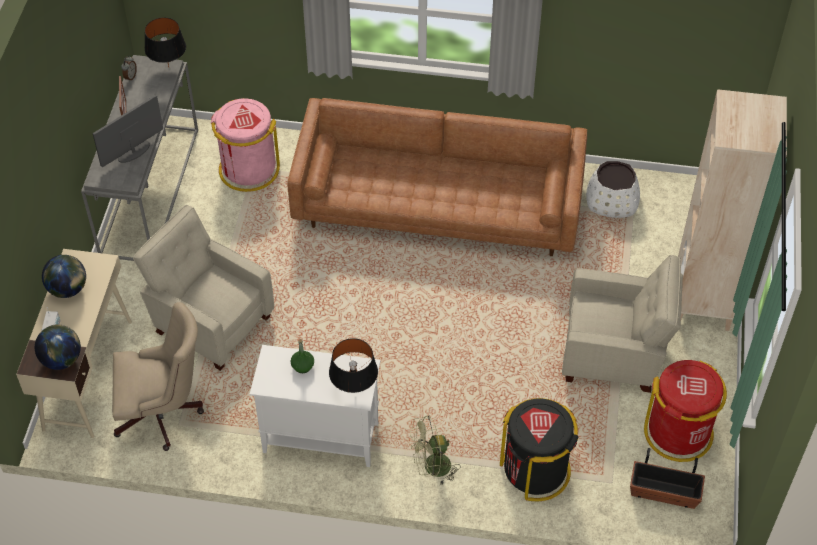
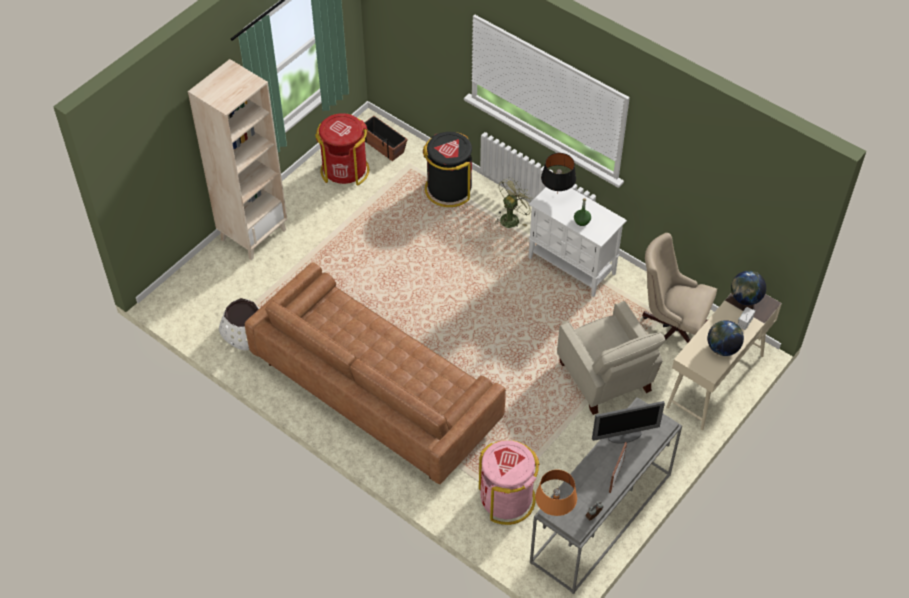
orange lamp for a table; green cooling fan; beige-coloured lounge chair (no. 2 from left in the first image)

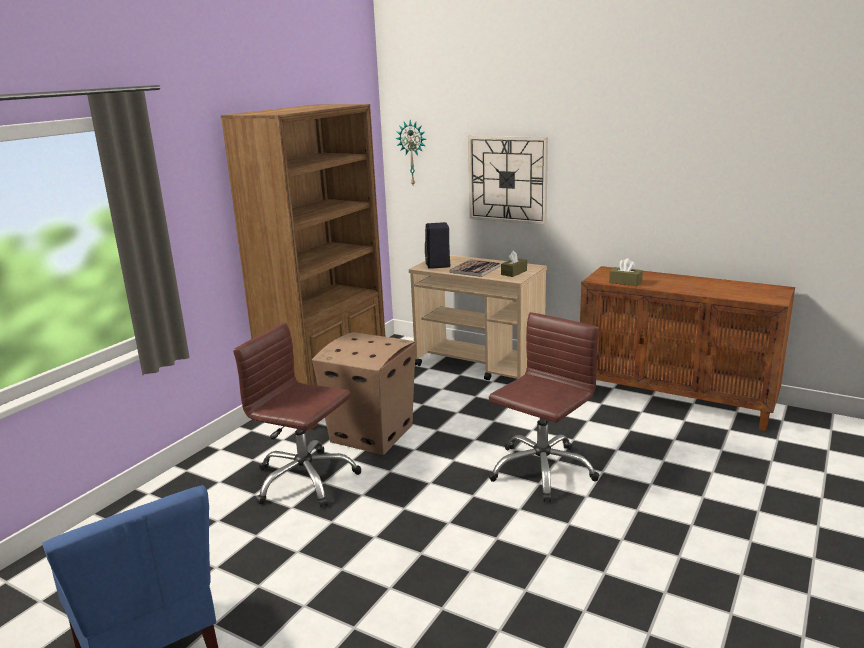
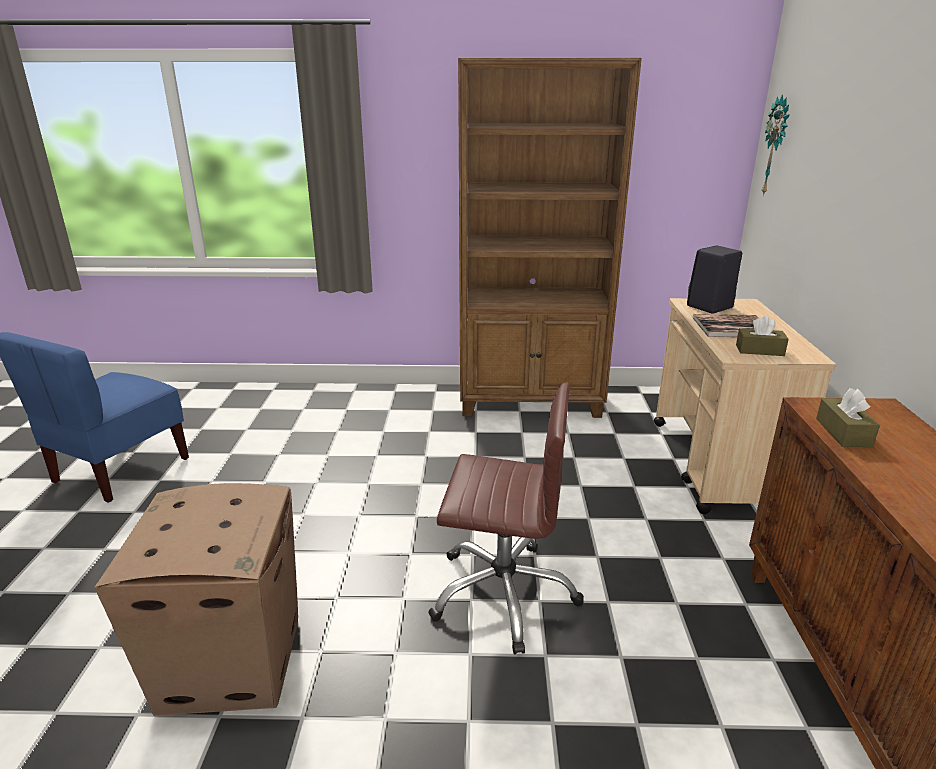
brown computer chair (no. 1 from left in the first image); cardboard box; wall clock (no. 2 from left in the first image)

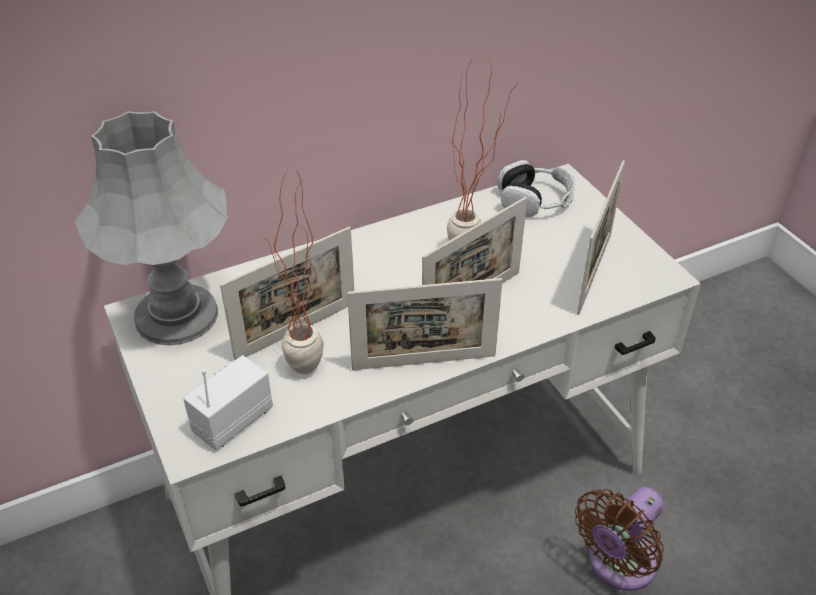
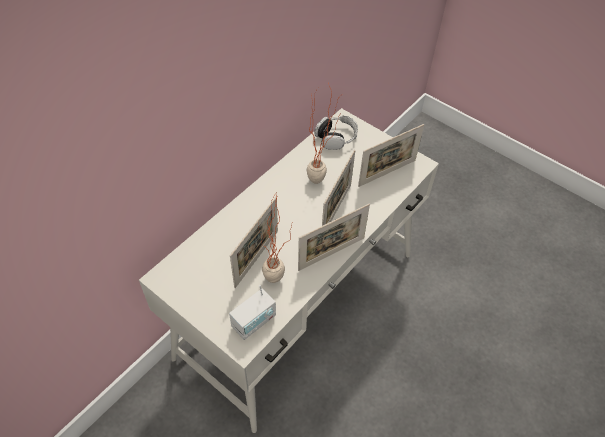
grey lamp for a table; radio receiver; brown cooling fan; picture frame (no. 4 from left)

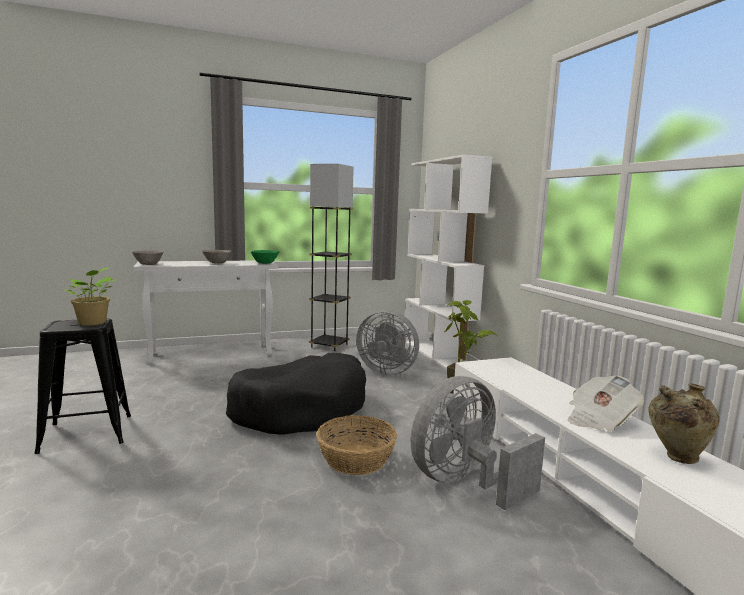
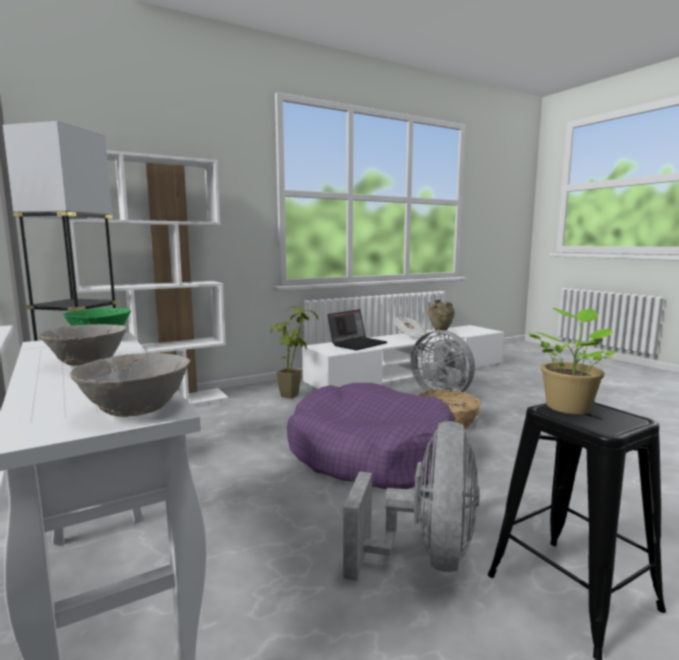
purple dog cushion; grey cooling fan (no. 1 from left); notebook computer

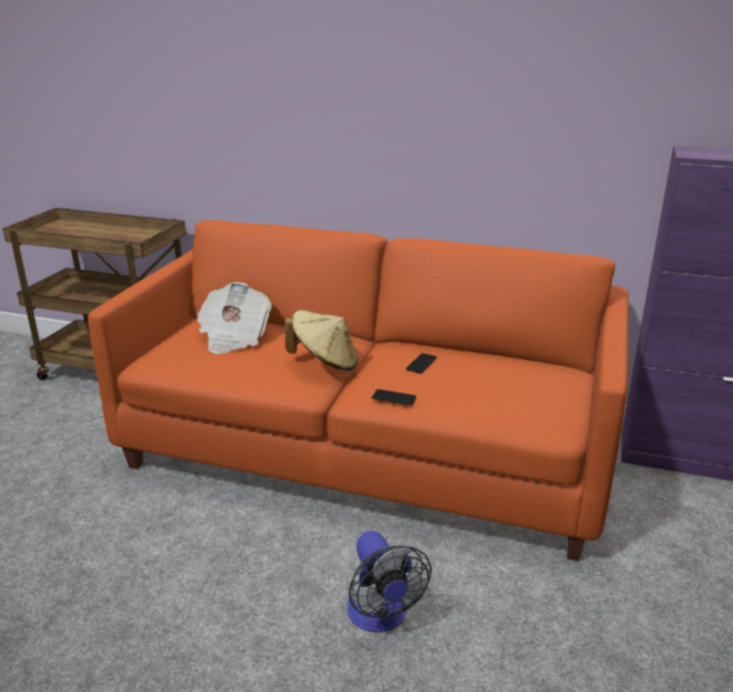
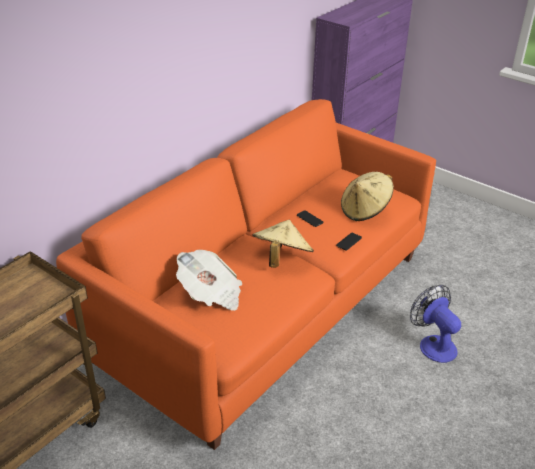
cooling fan; beige-coloured hat (no. 2 from left)

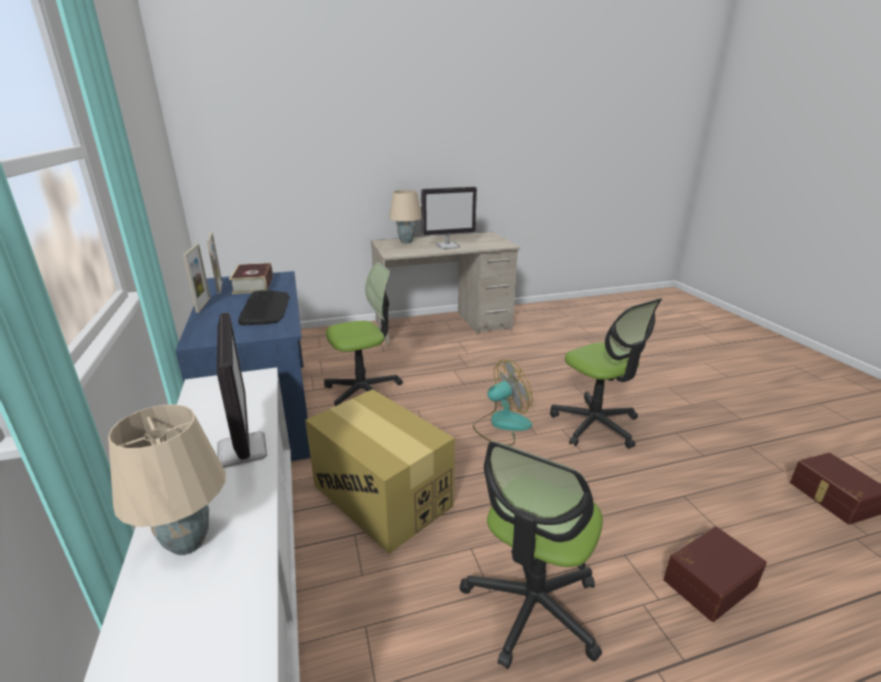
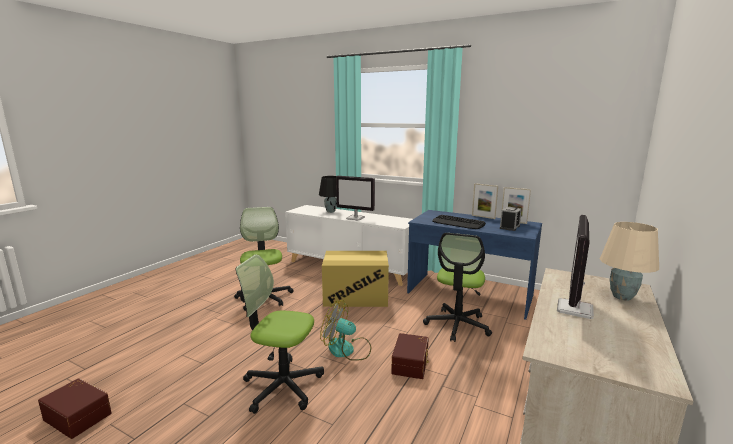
blackish lamp for a table; alarm clock; cooling fan; brown storage bin (no. 2 from left)

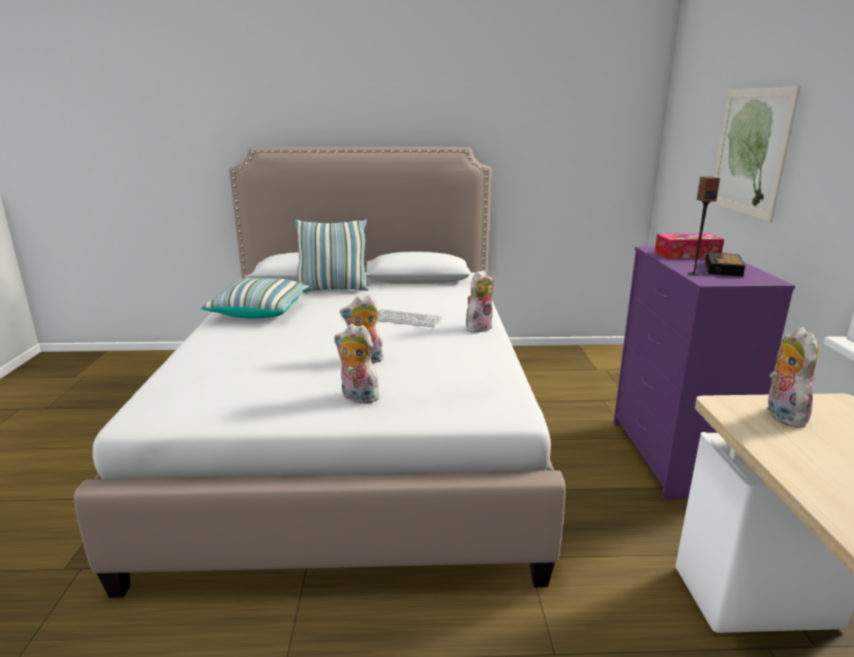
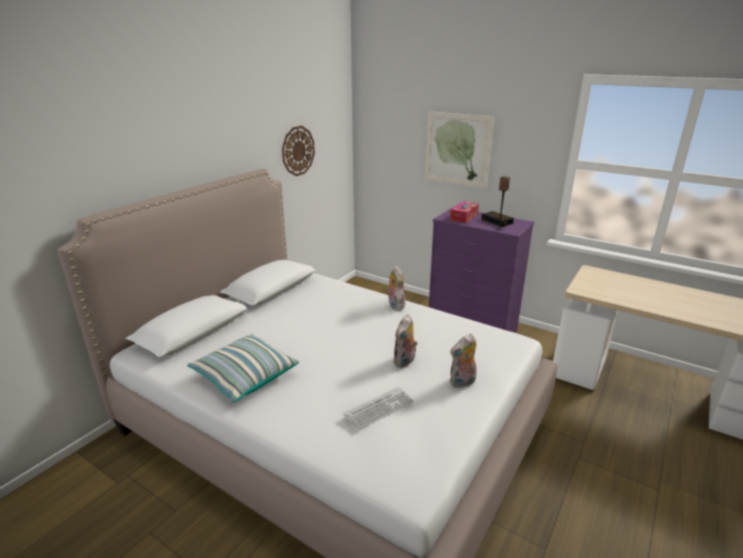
cushion (no. 2 from left in the first image); keyboard; cuddly toy (no. 4 from left in the first image); wall clock

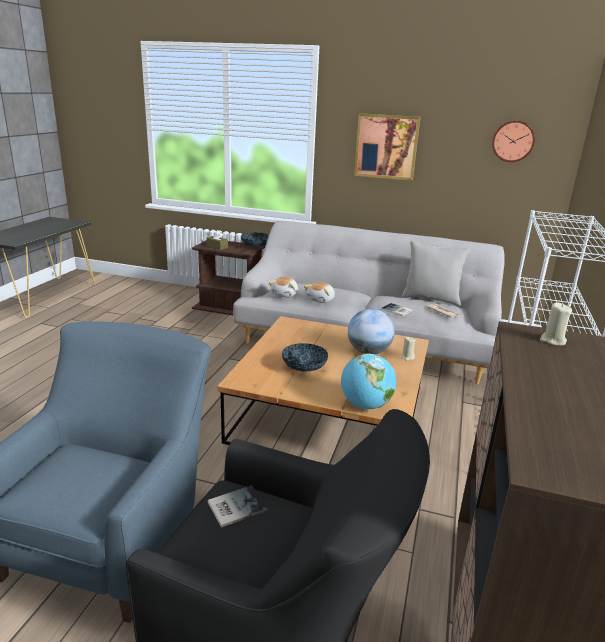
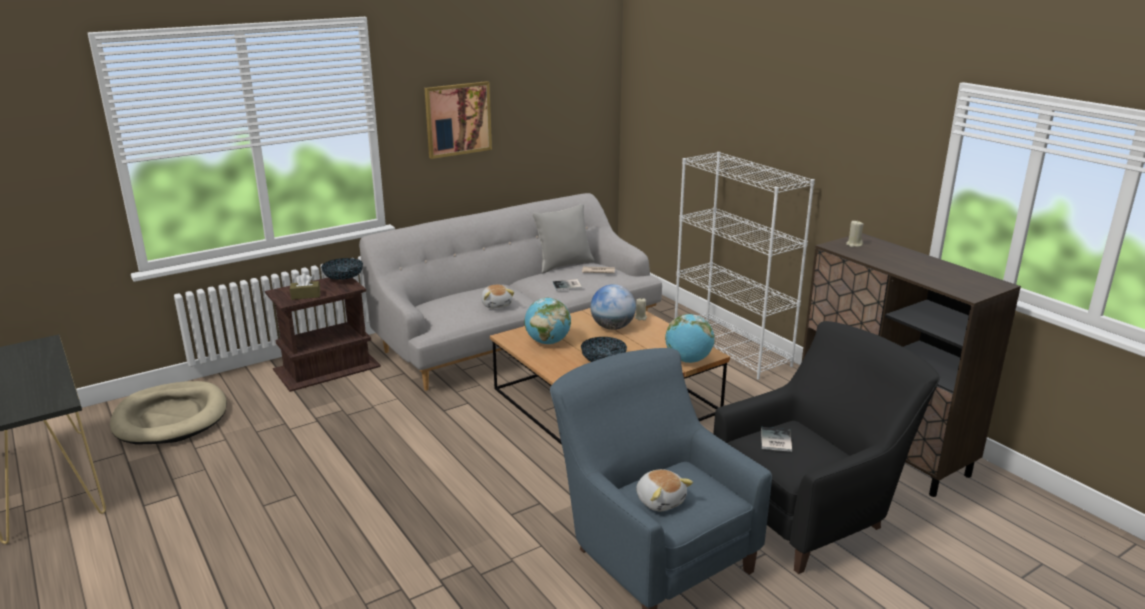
cuddly toy (no. 2 from left); wall clock; beige-coloured dog cushion; desk globe (no. 1 from left)

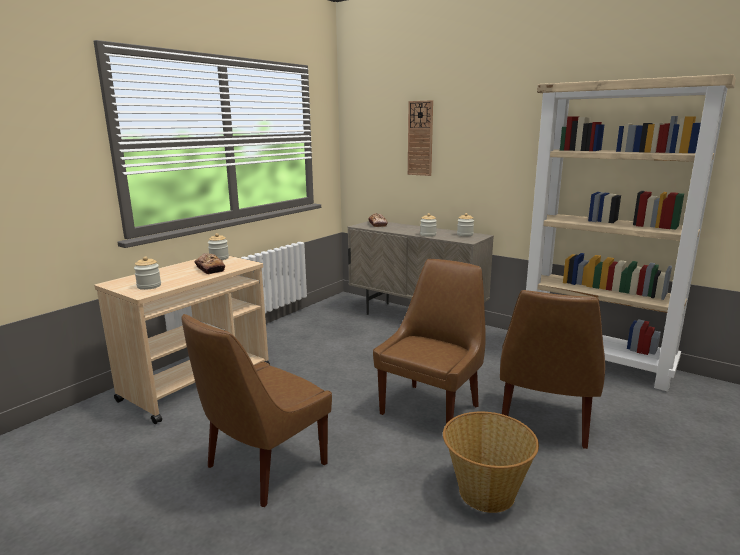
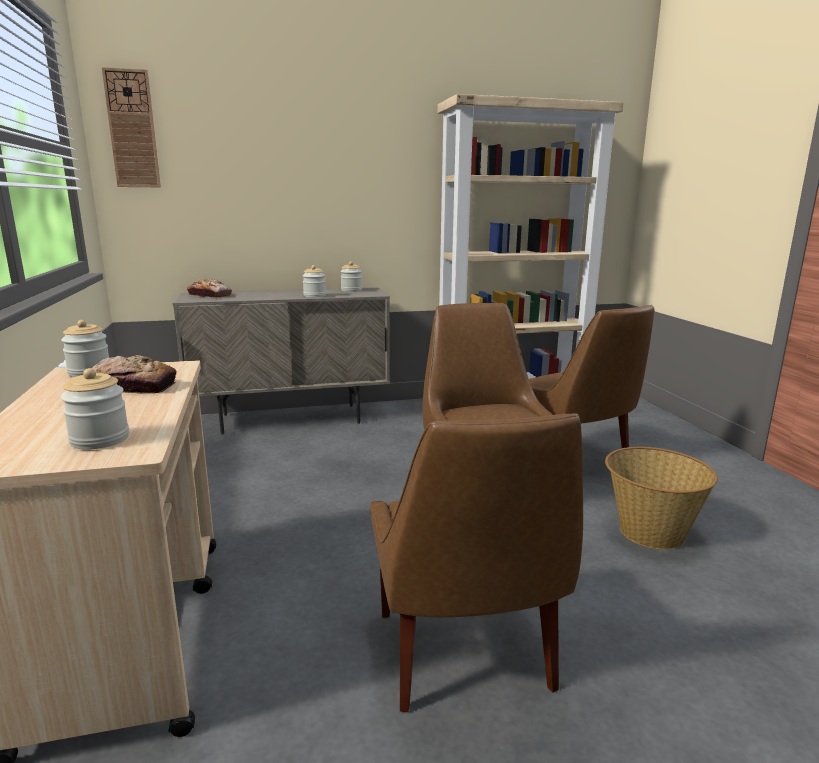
wall clock

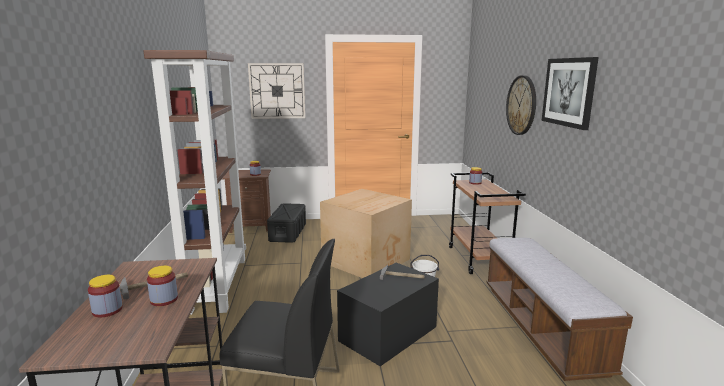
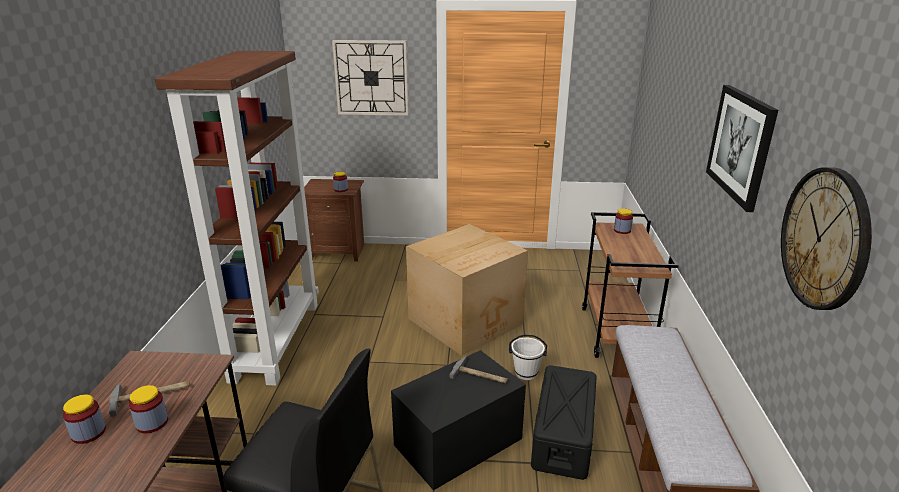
blackish storage bin (no. 2 from left); wall clock (no. 2 from left)

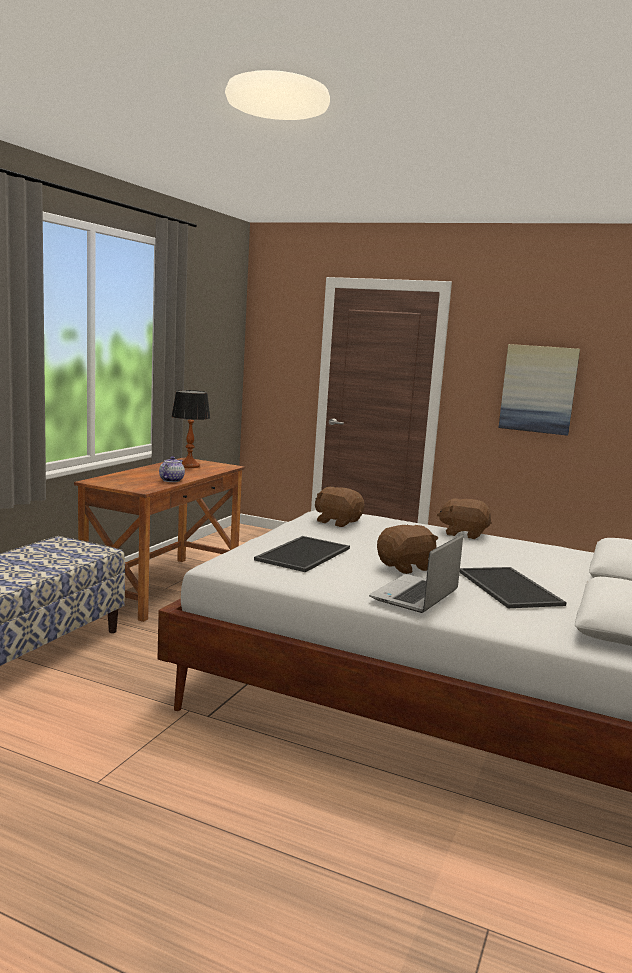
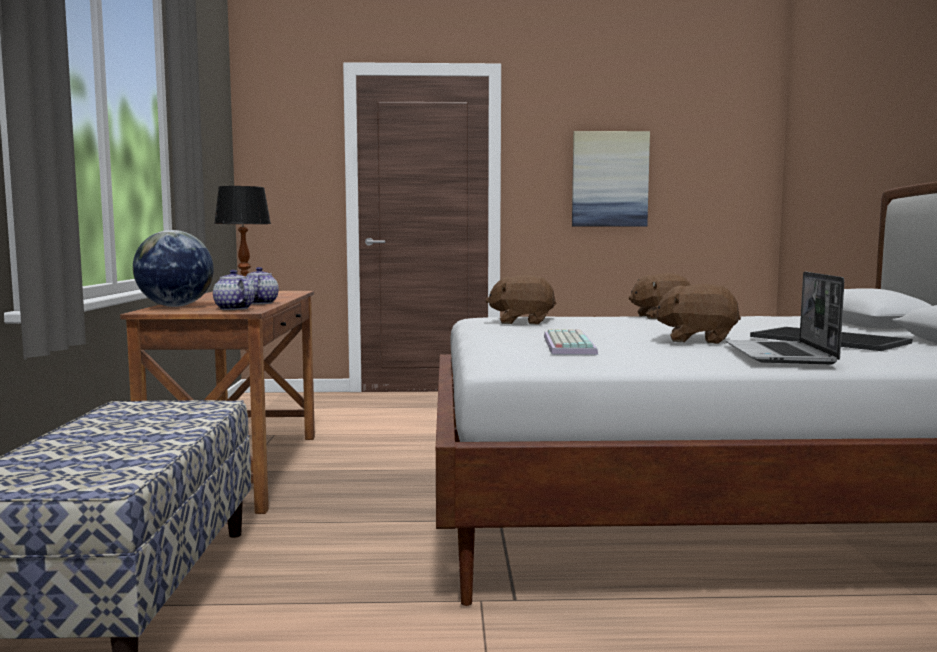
keyboard; brown cuddly toy (no. 3 from left); desk globe; tea pot (no. 1 from left)

